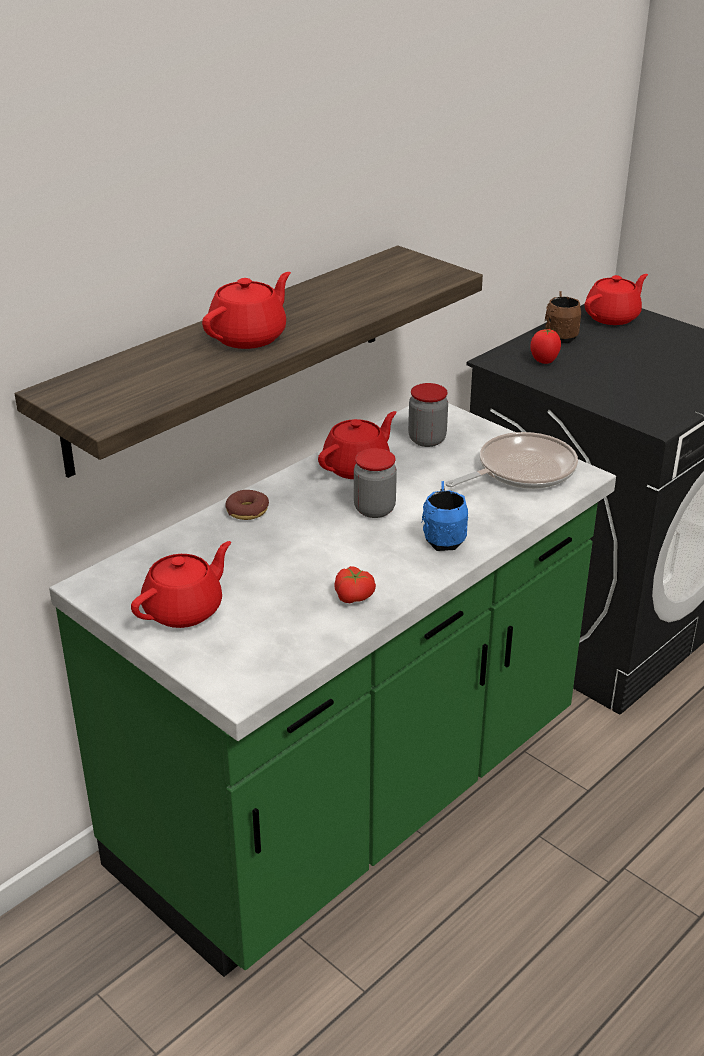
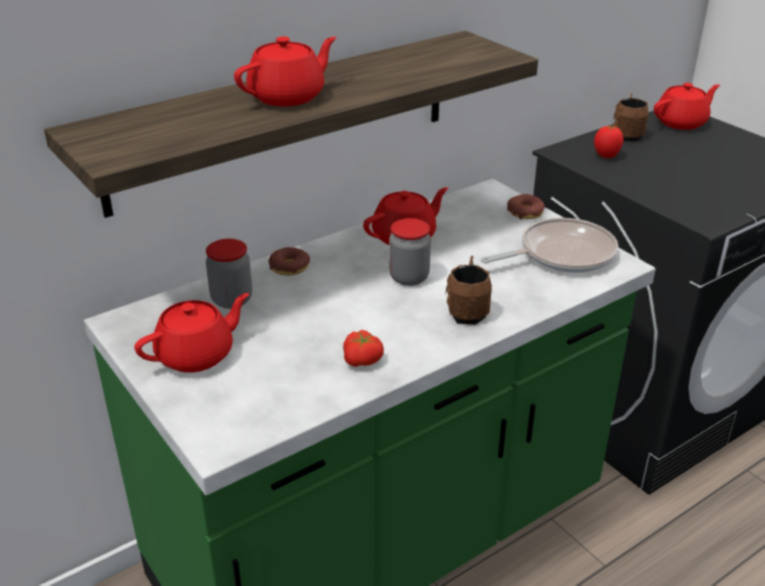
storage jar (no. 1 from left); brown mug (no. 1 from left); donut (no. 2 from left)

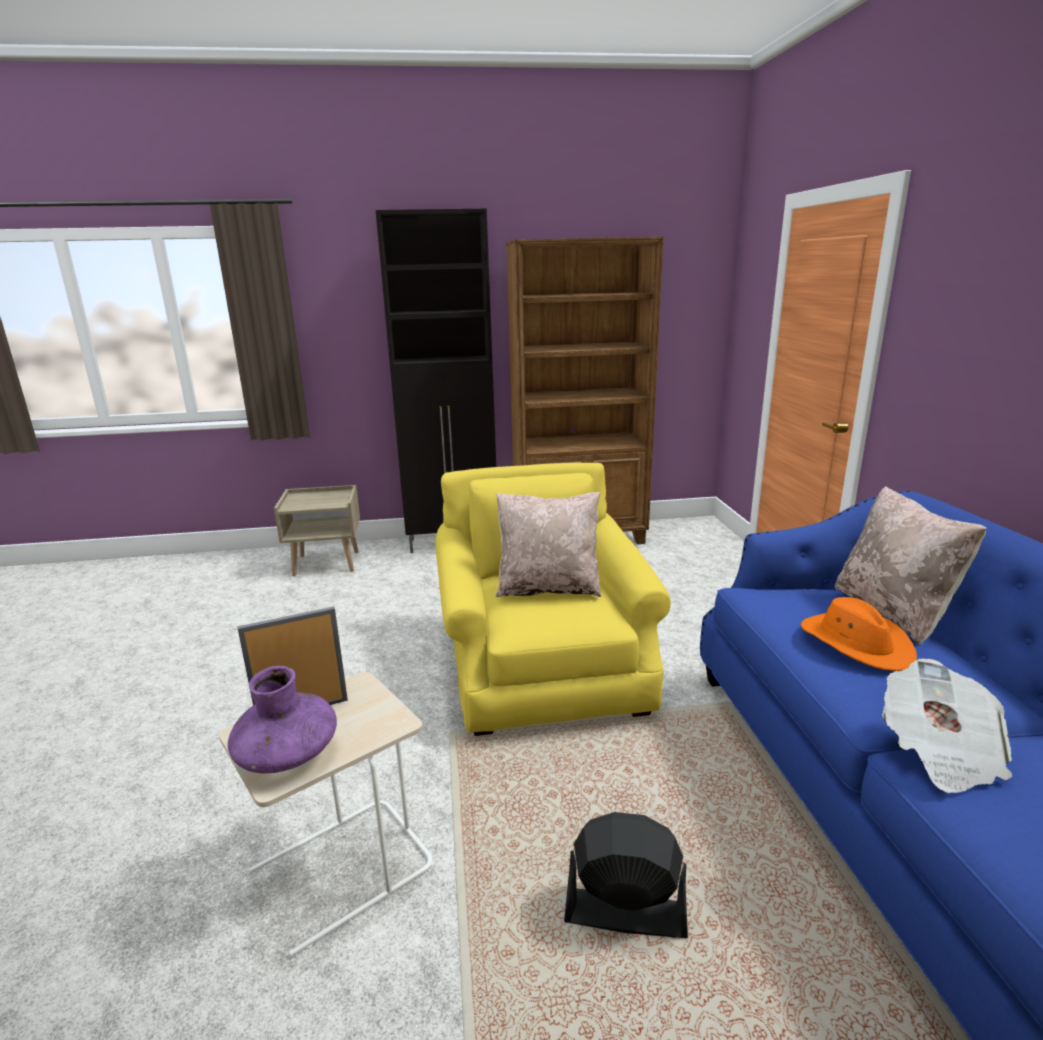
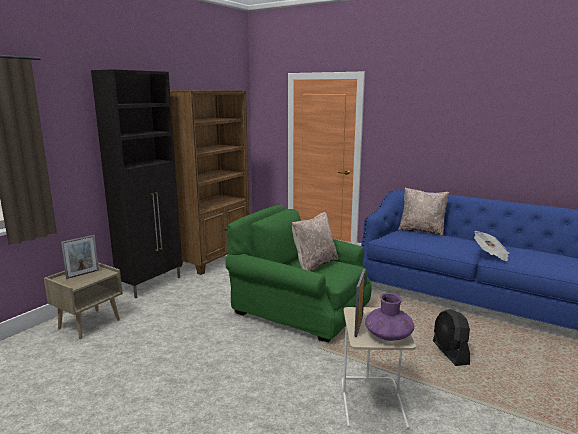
green lounge chair; blackish cooling fan; orange hat; picture frame (no. 1 from left)

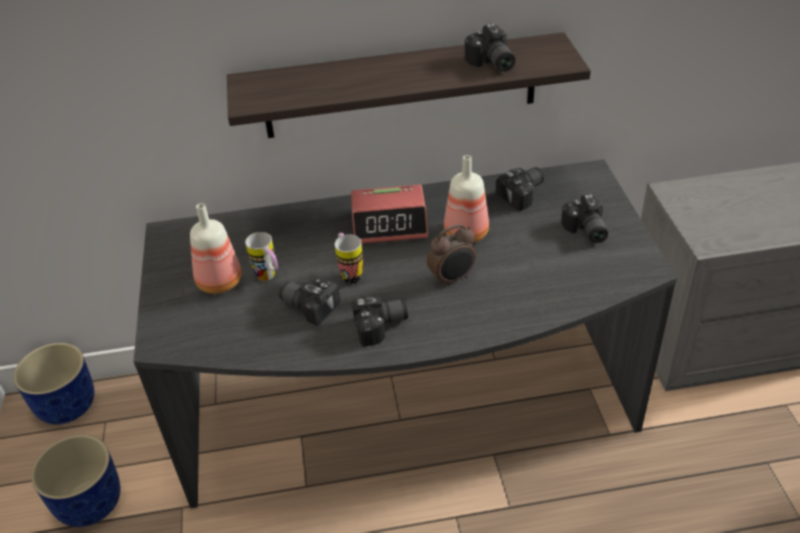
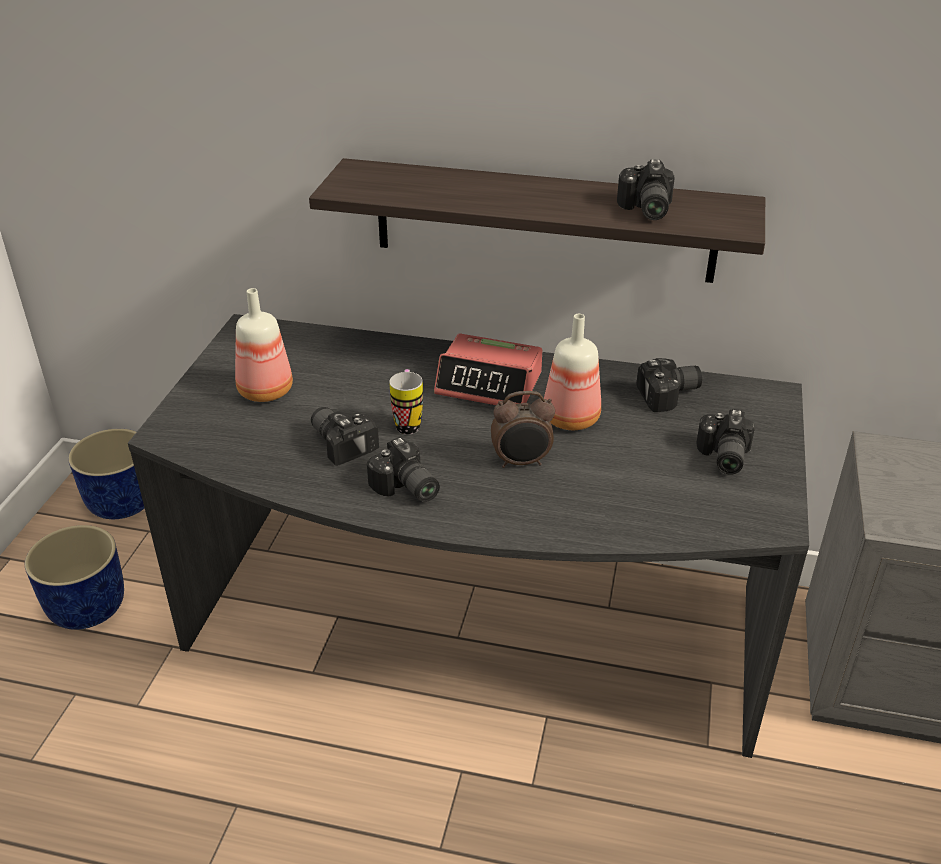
mug (no. 1 from left in the first image); still camera (no. 2 from left)

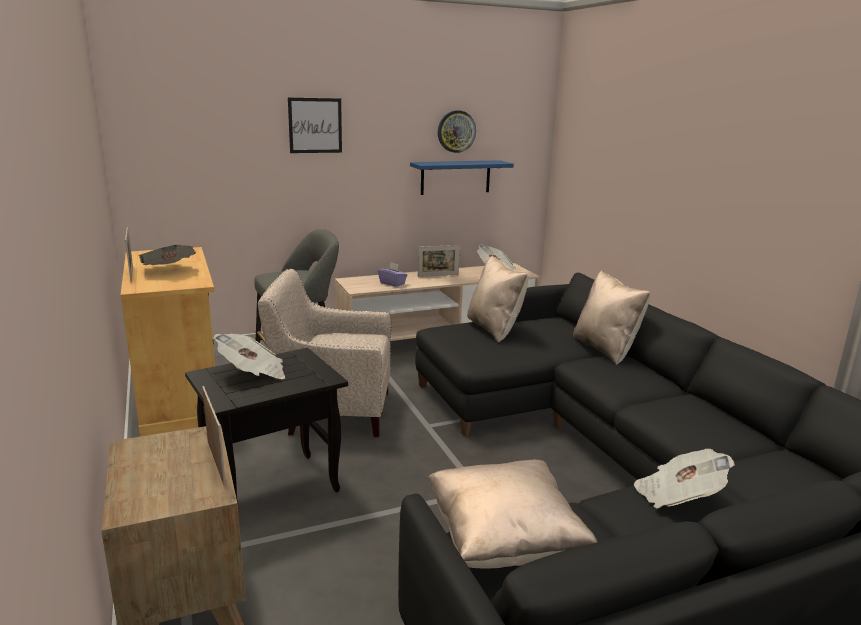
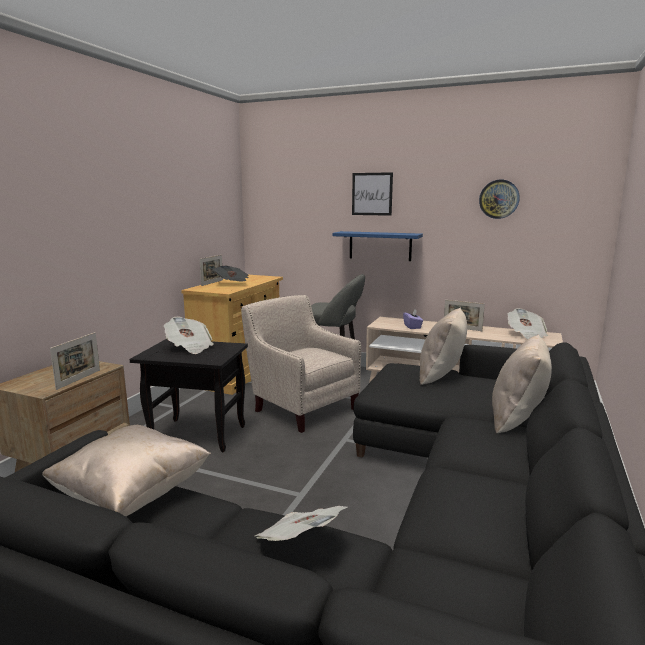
blue wall shelf

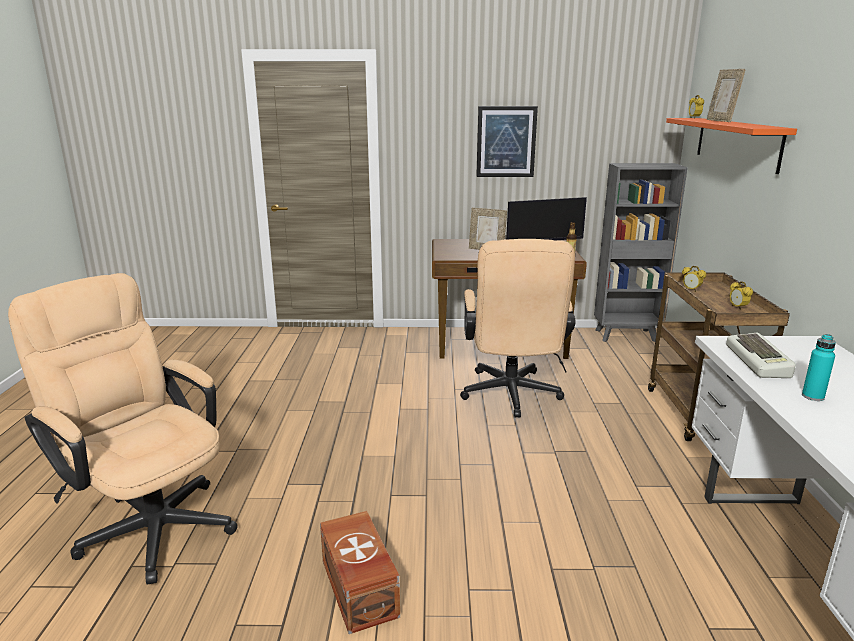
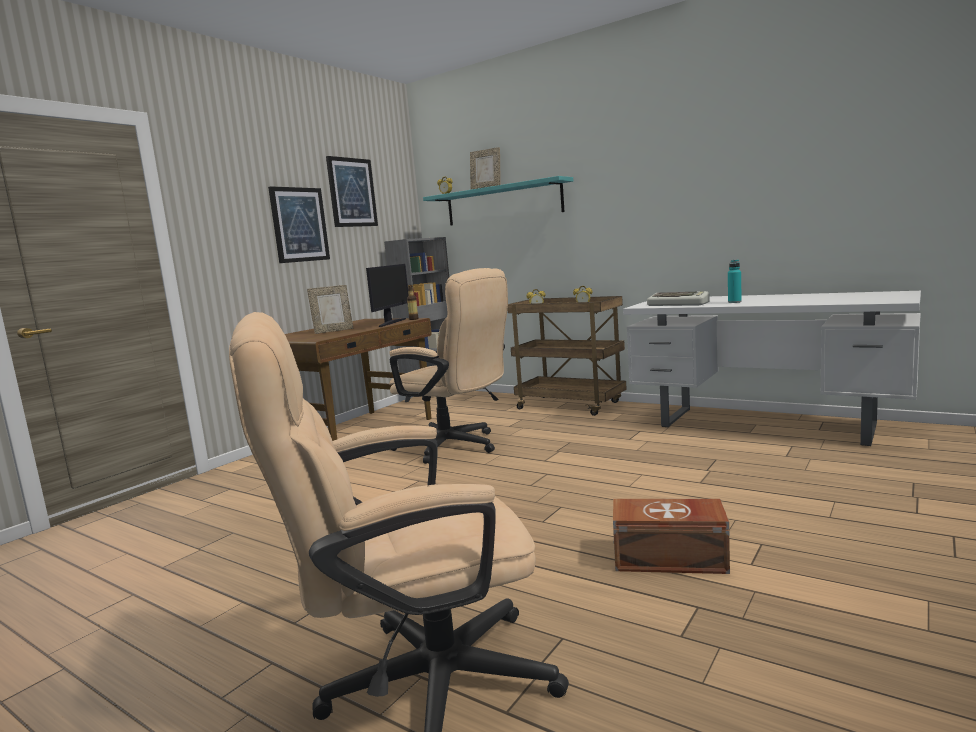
turquoise-coloured wall shelf; wall picture (no. 2 from left)

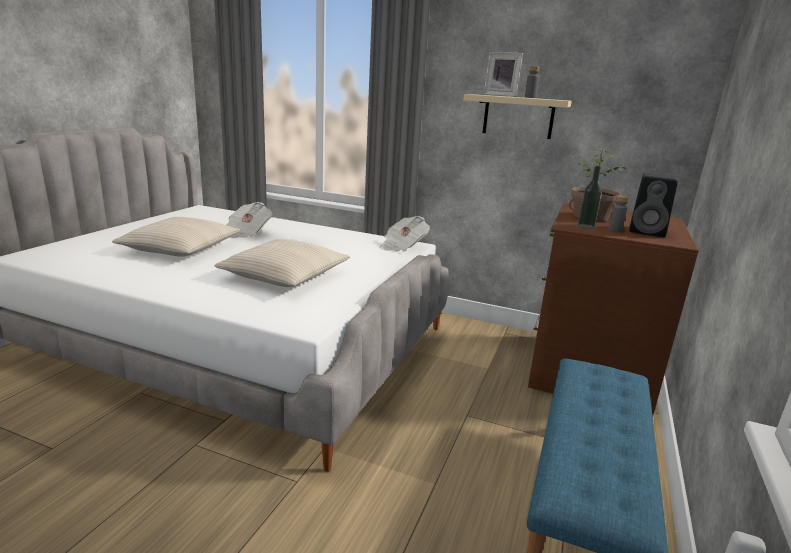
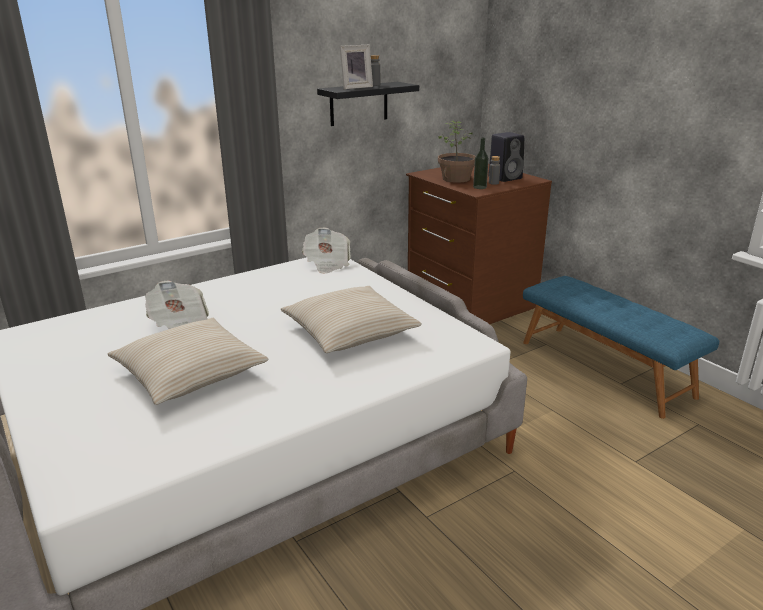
blackish wall shelf

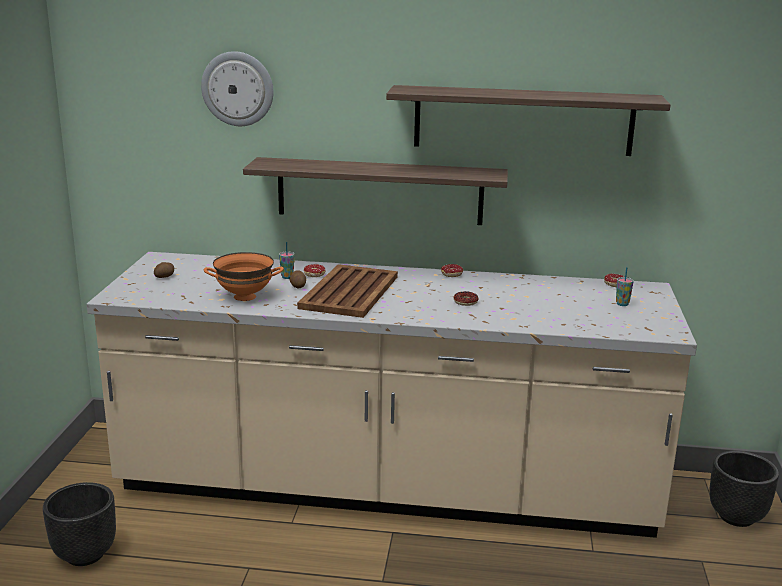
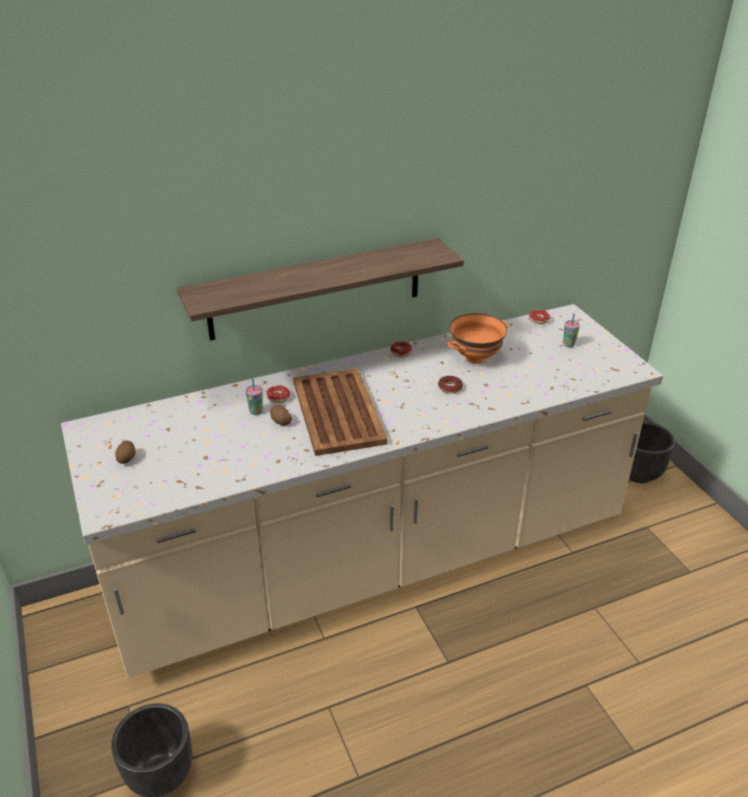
wall clock; orange bowl; wall shelf (no. 2 from left in the first image)

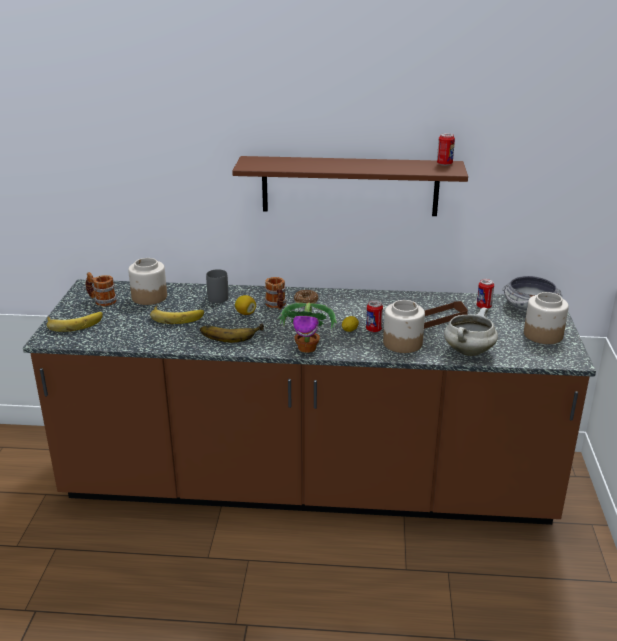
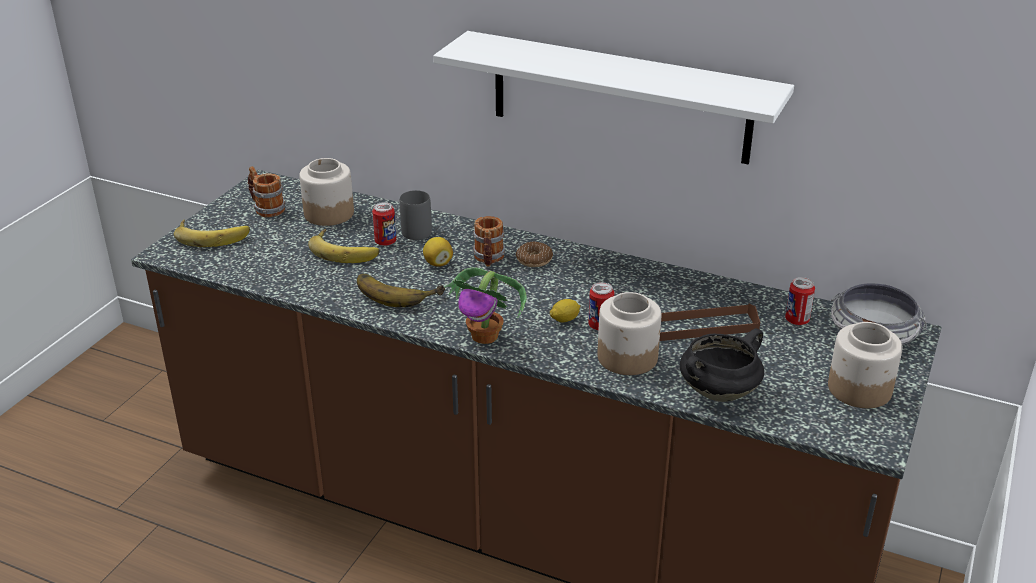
white wall shelf; can (no. 1 from left); blackish stockpot

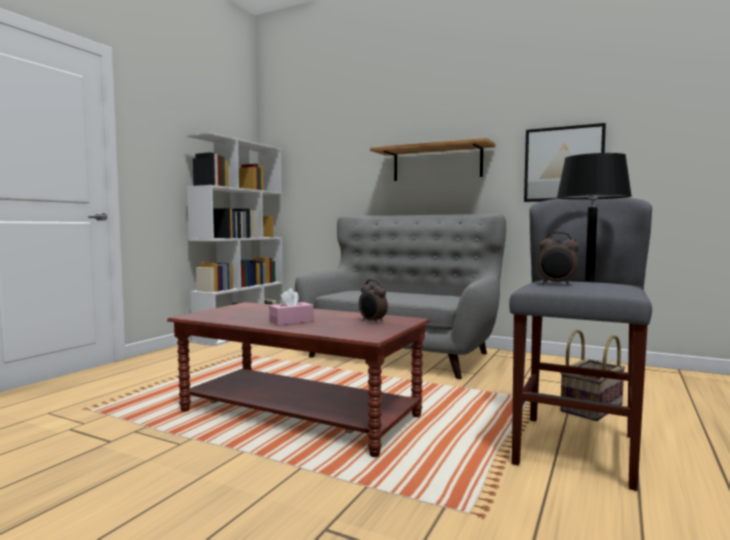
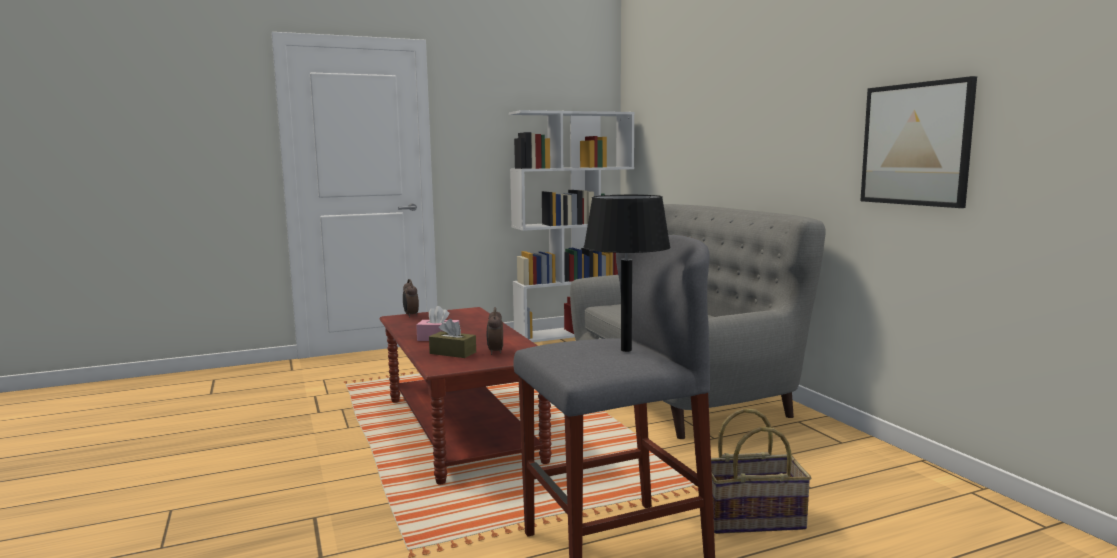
wall shelf; alarm clock (no. 1 from left); brown tissue holder

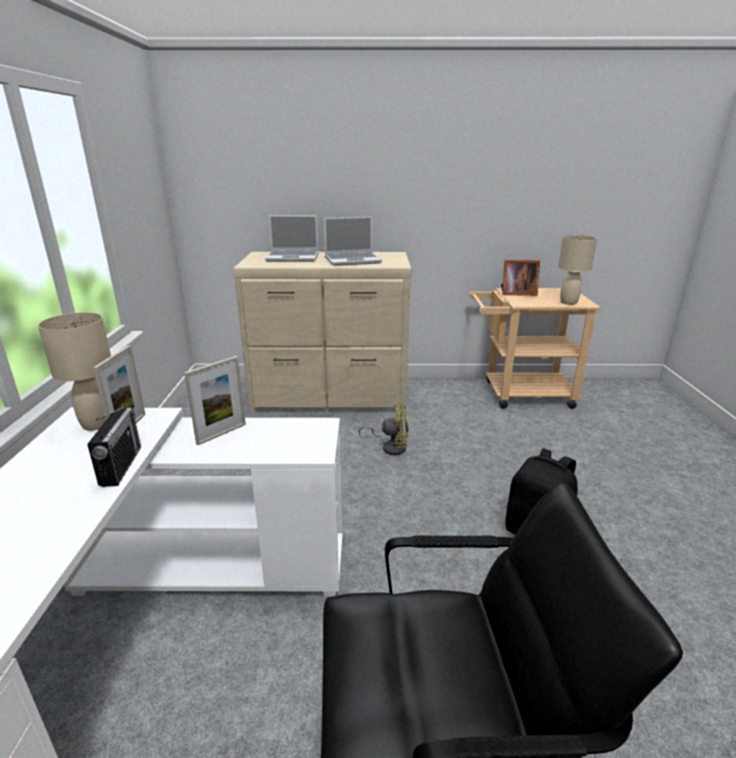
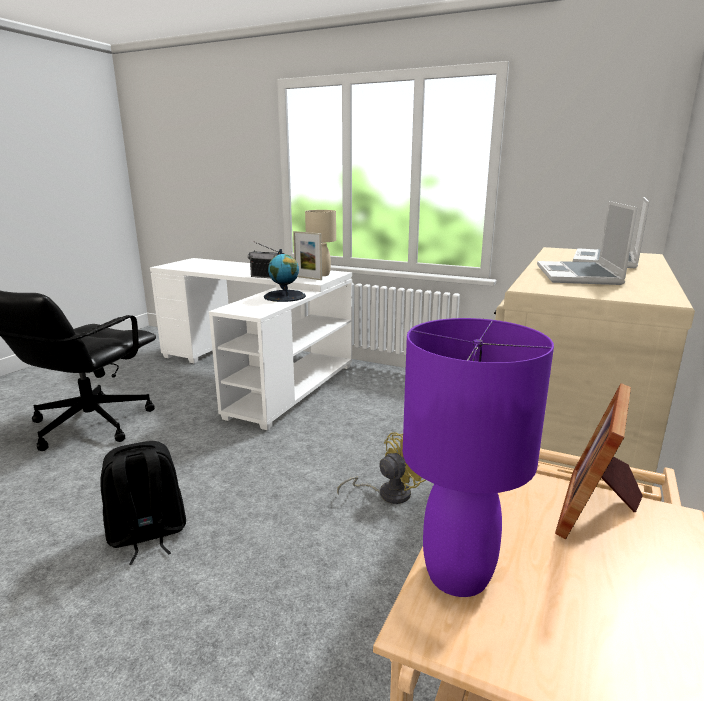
desk globe; yellowish cooling fan; purple lamp for a table

